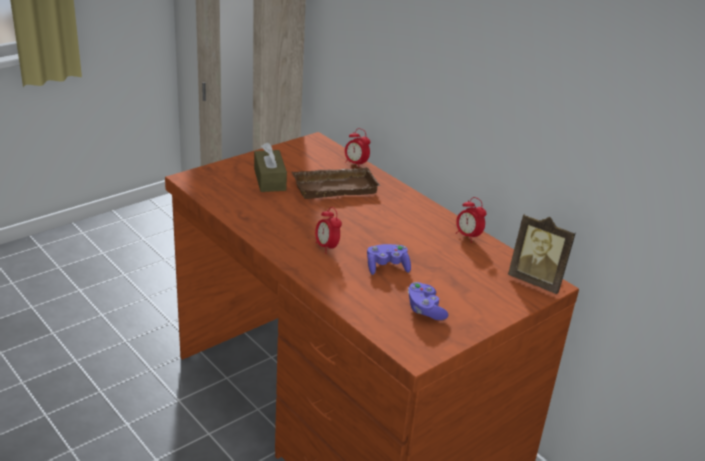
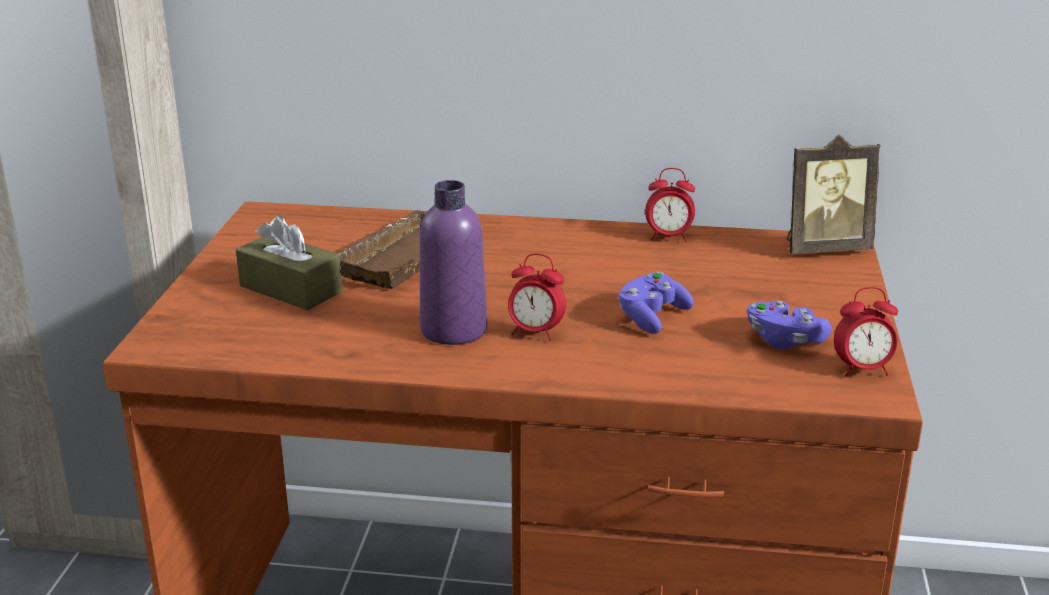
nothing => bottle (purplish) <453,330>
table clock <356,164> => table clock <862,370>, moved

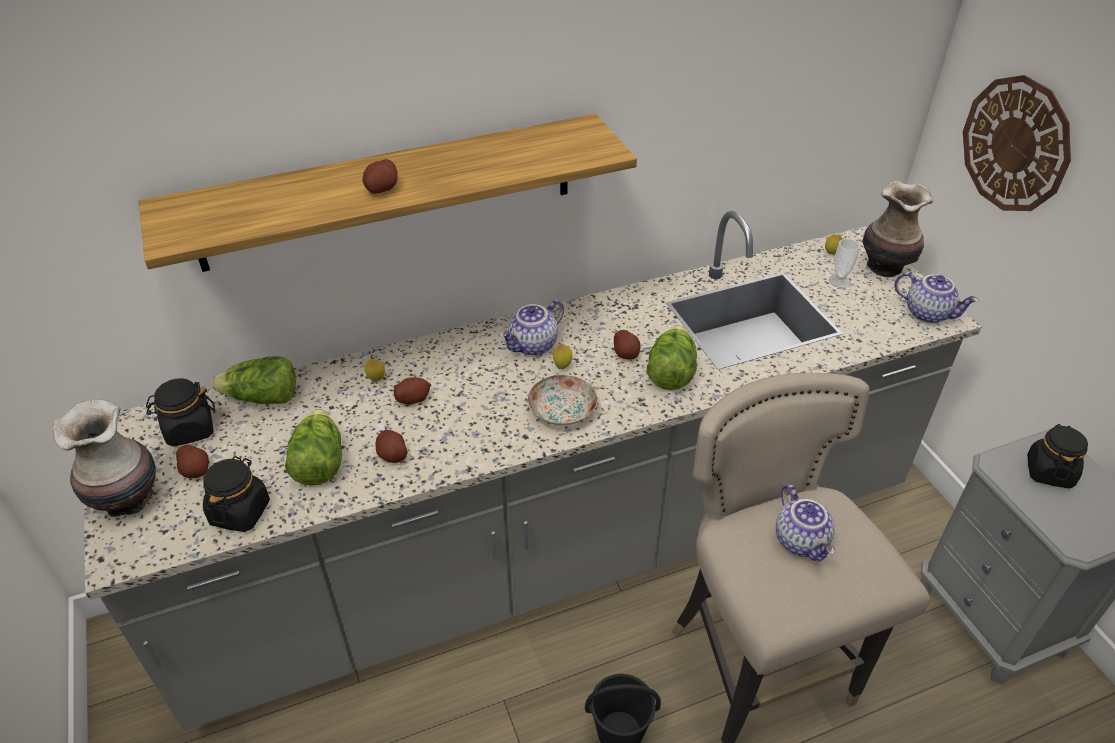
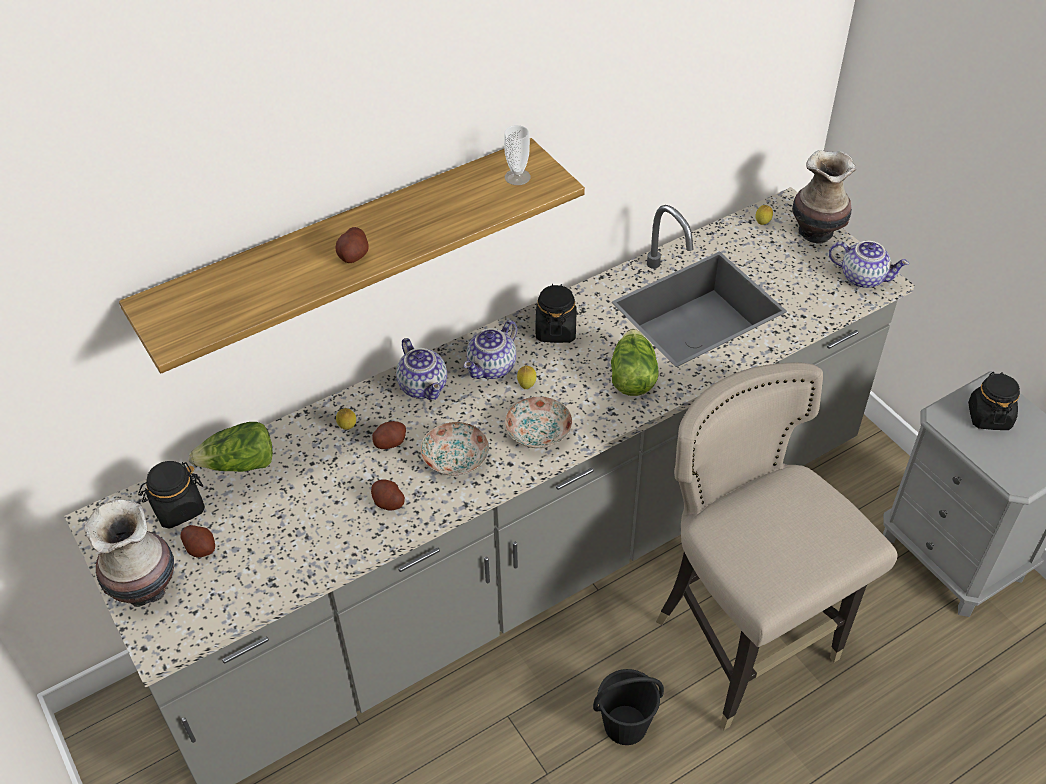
teapot <802,541> => teapot <424,386>, moved
nothing => dinner plate <456,458>
cup <839,281> => cup <517,177>, moved
jar (blackish) <240,512> => jar (blackish) <555,330>, moved
head of lettuce <318,462> => nothing
potato <626,353> => nothing
hanging clock <1015,144> => nothing

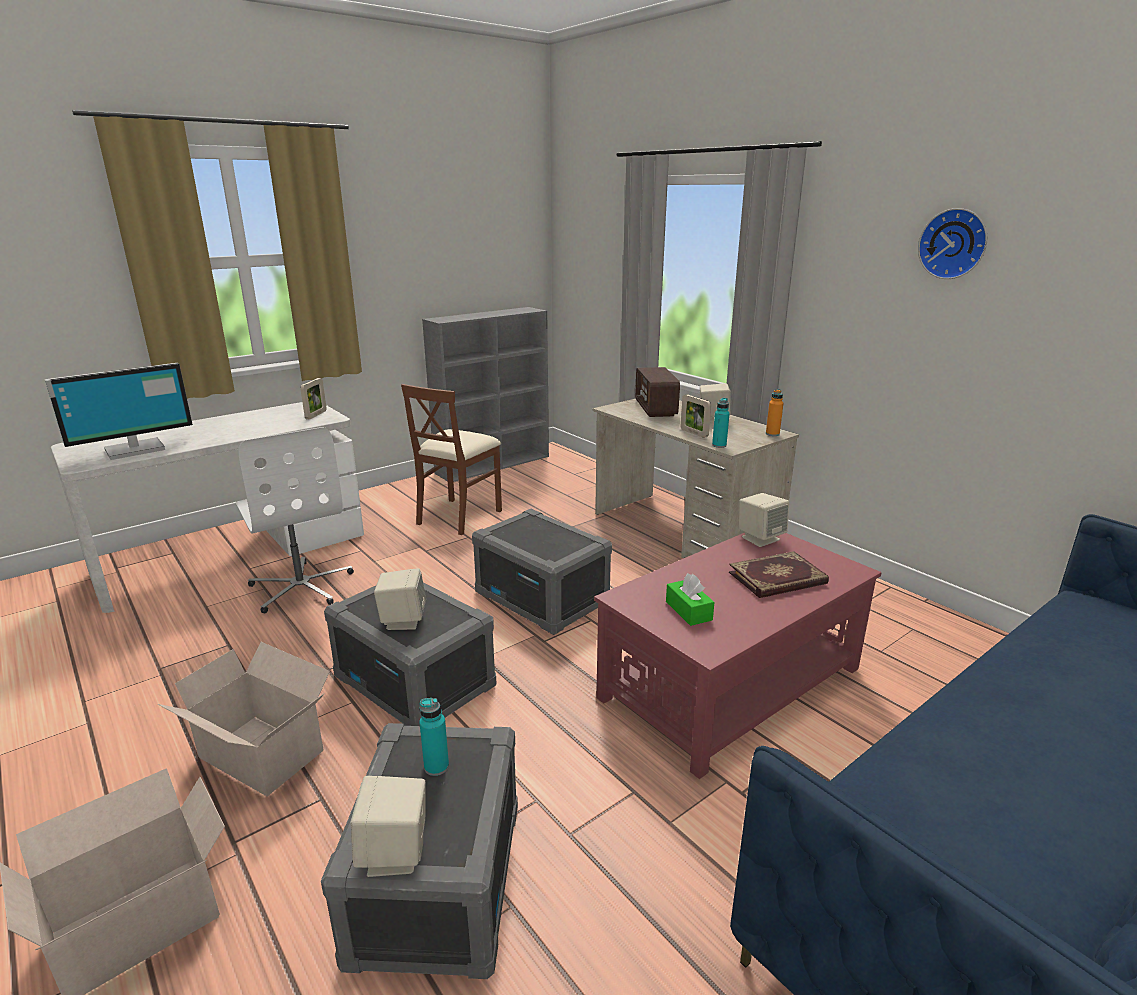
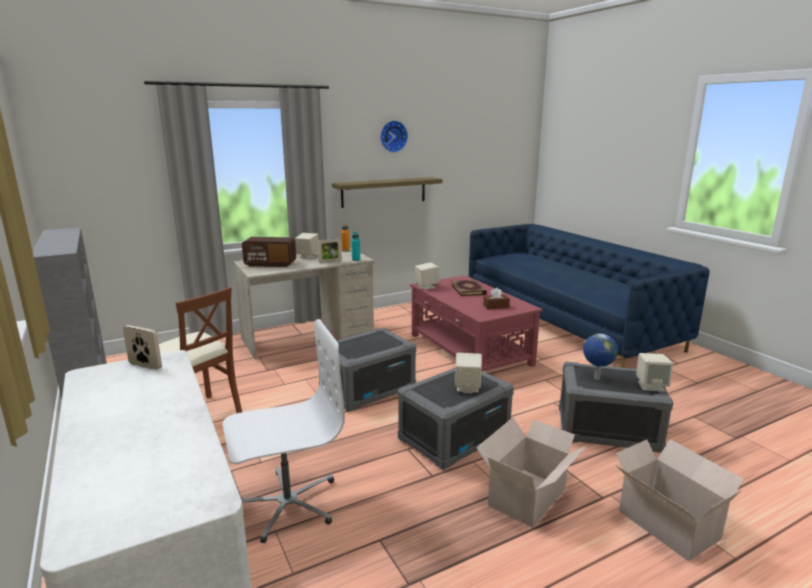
nothing => bracket shelf <384,192>
box of tissues (green) <688,611> => box of tissues (brown-coloured) <496,306>
bottle (blue-green) <436,767> => desk globe <596,378>
computer screen <134,449> => nothing

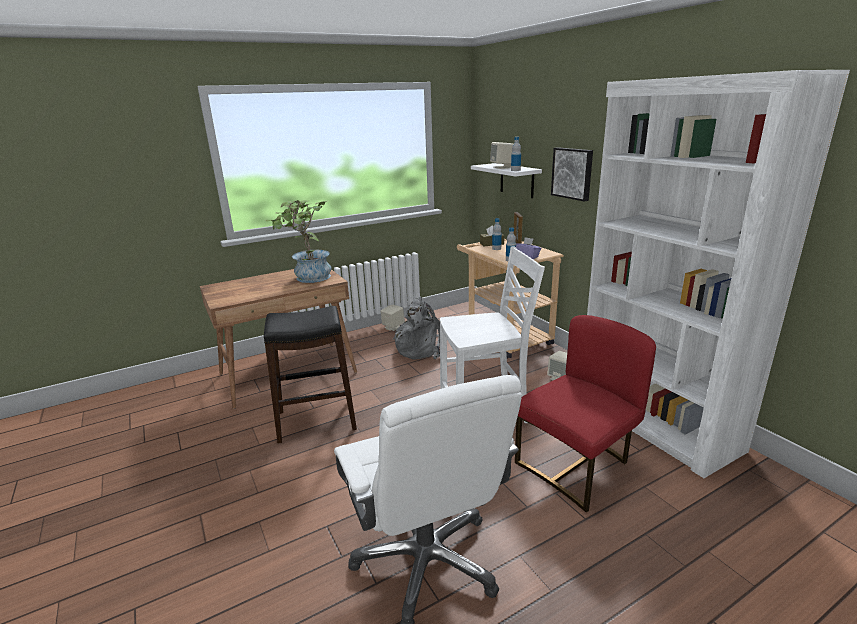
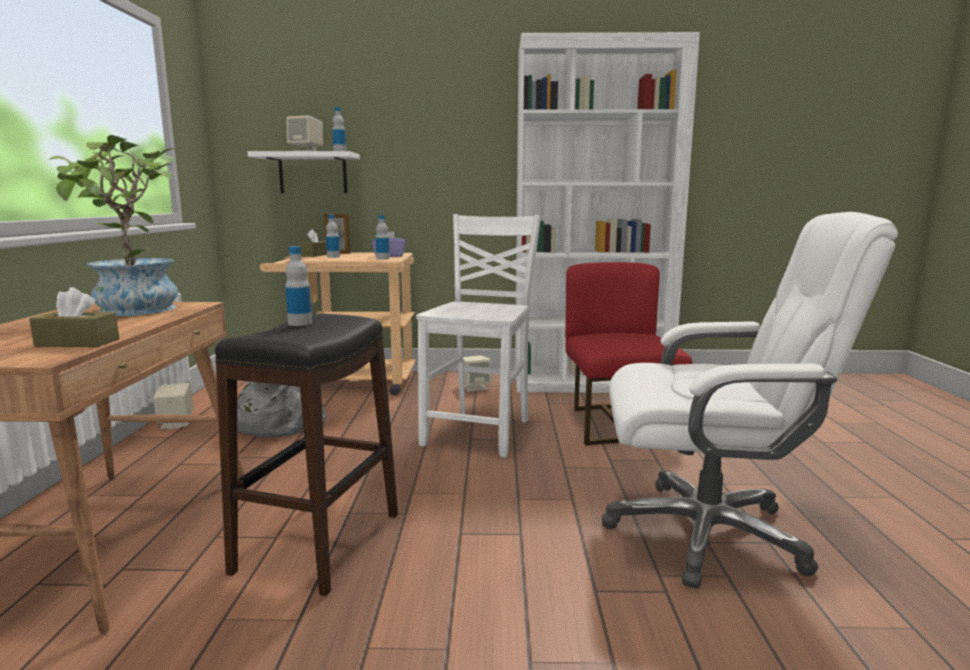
nothing => box of tissues (brown-coloured) <77,342>
nothing => bottle <300,323>
wall picture <573,173> => nothing

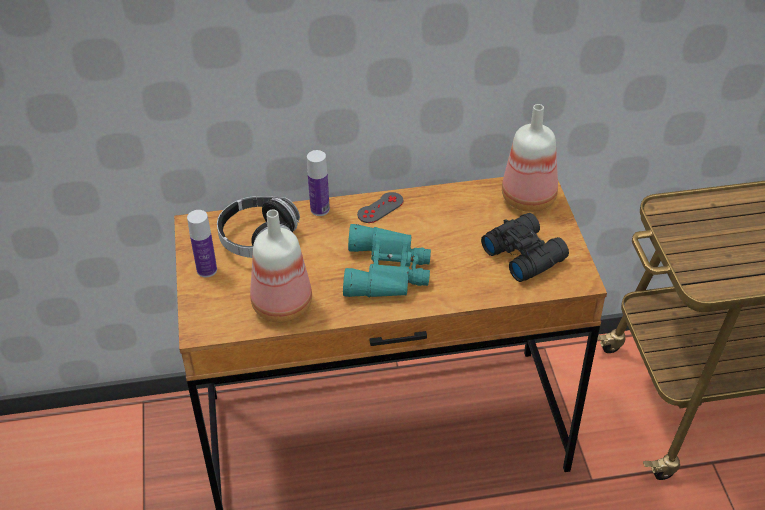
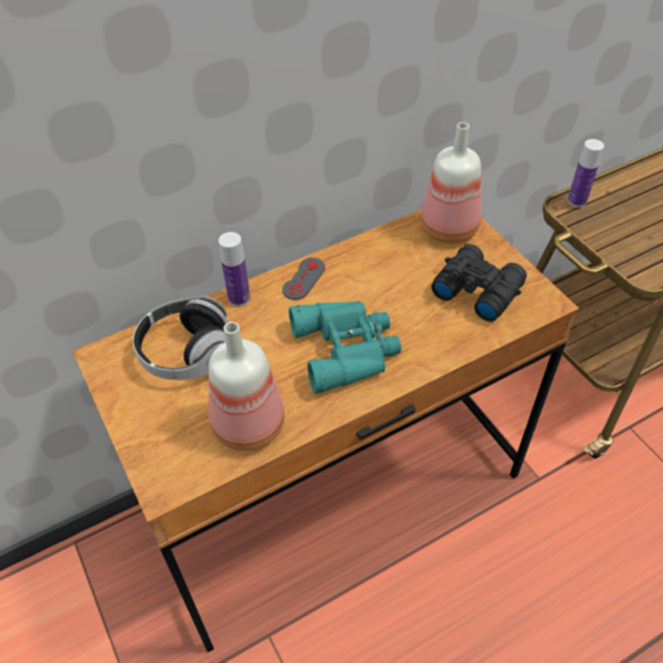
bottle <207,270> => bottle <577,201>, moved

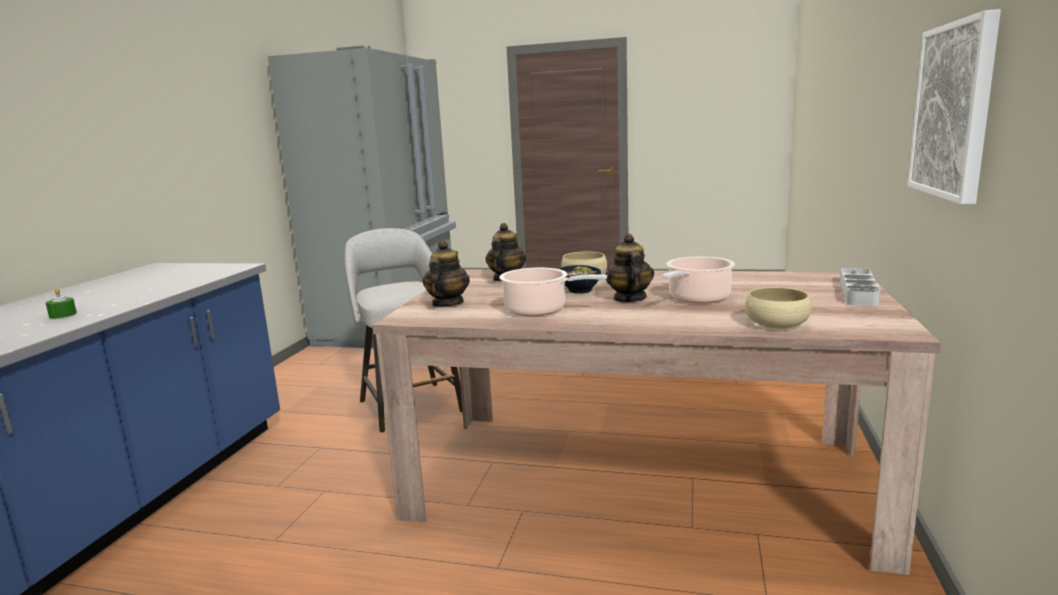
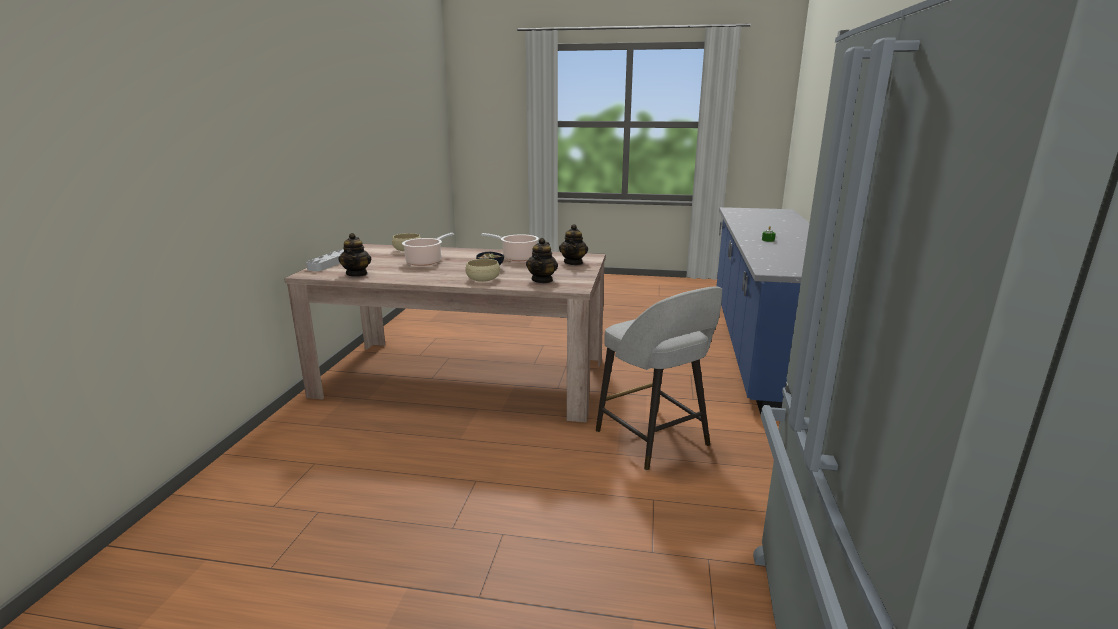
teapot <629,299> => teapot <357,274>, moved
wall picture <953,110> => nothing

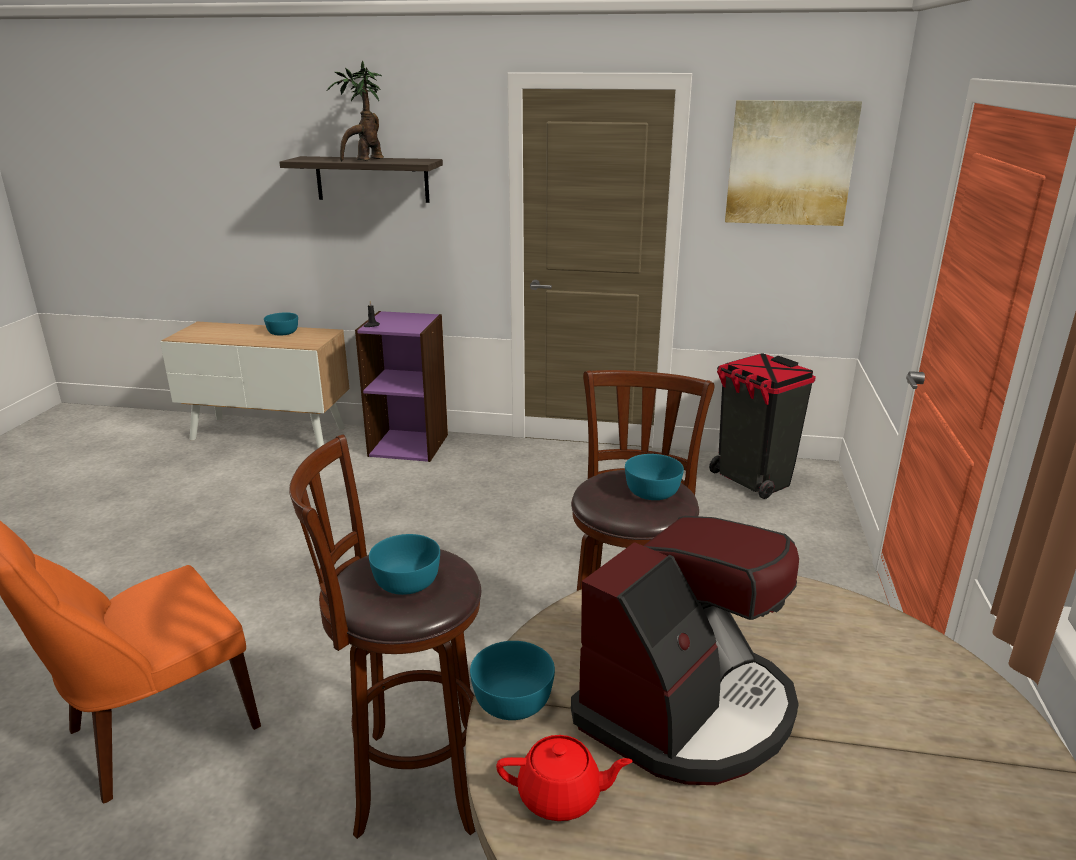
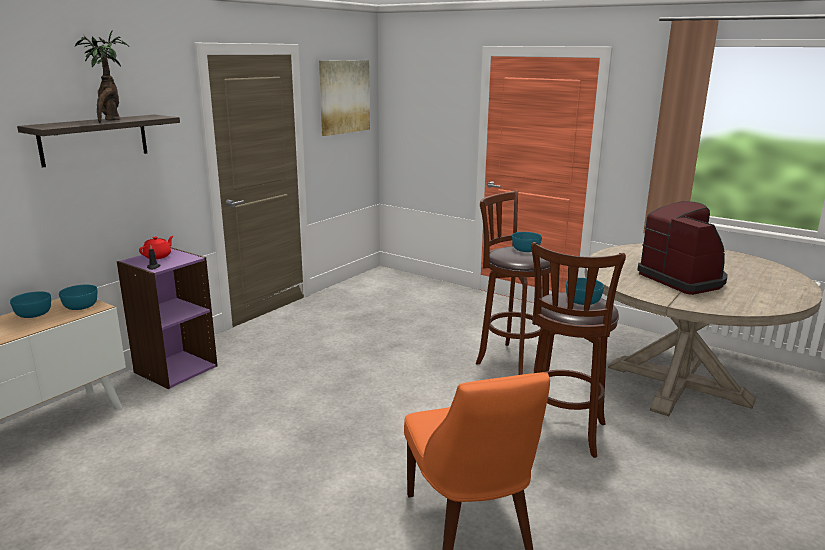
deep dish (blue-green) <513,701> => deep dish (blue-green) <81,306>, moved
teapot (red) <561,796> => teapot (red) <158,256>, moved
waste bin (blackish) <752,480> => nothing

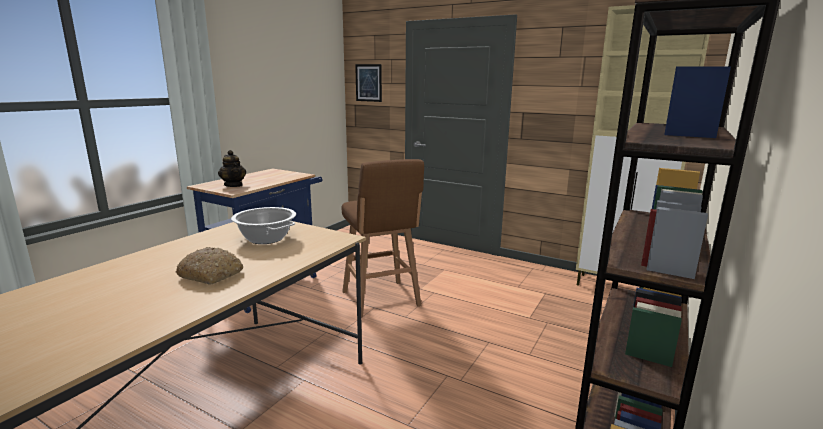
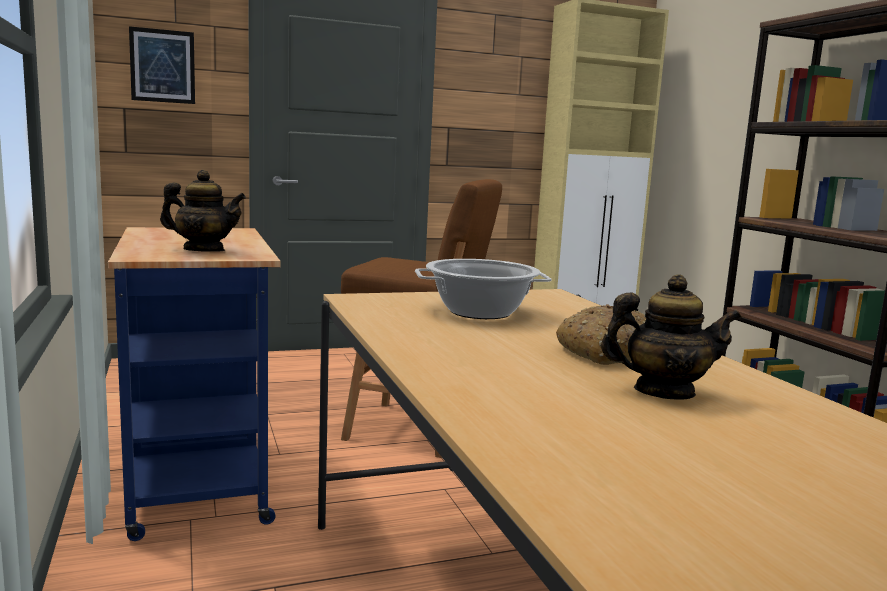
nothing => teapot <663,392>

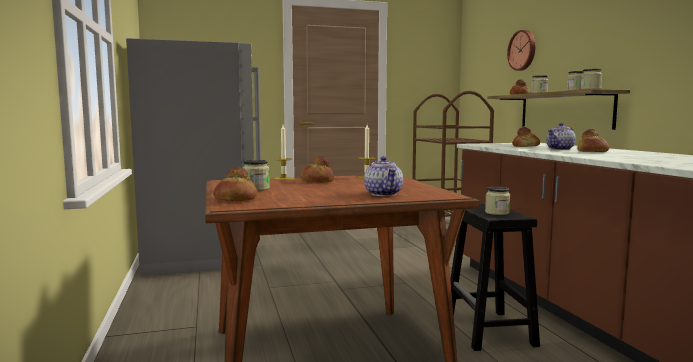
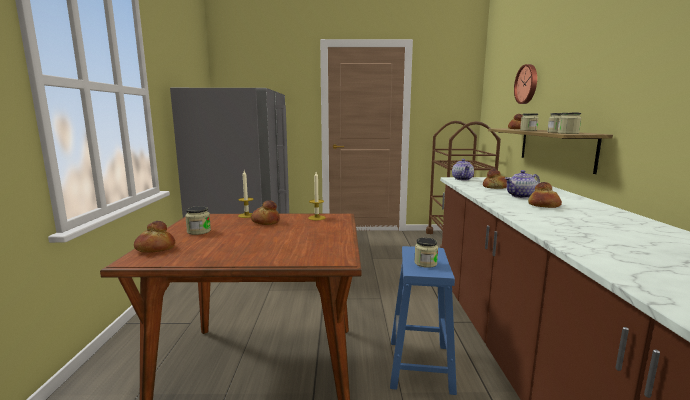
stool (blackish) <490,330> => stool (bluish) <420,366>
teapot <384,194> => teapot <462,179>, moved

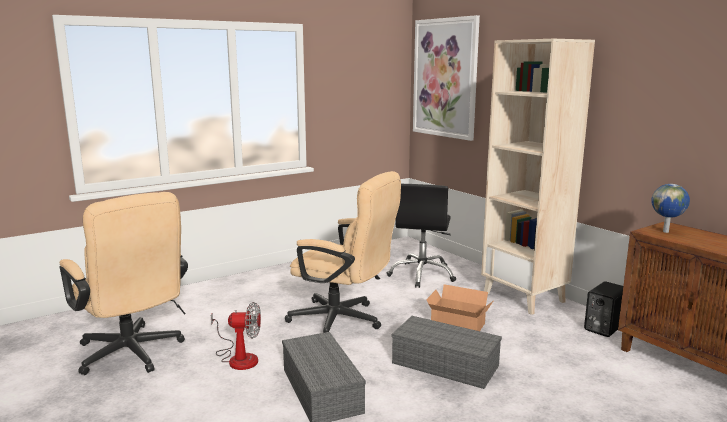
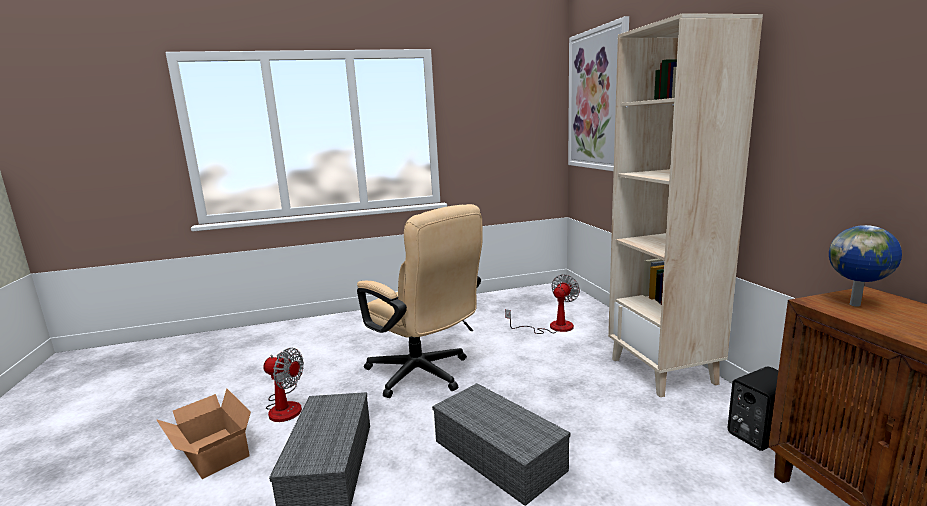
carton <458,326> => carton <212,454>, moved
desk chair (blackish) <422,274> => electric fan <552,327>
desk chair (beige-coloured) <133,355> => nothing

